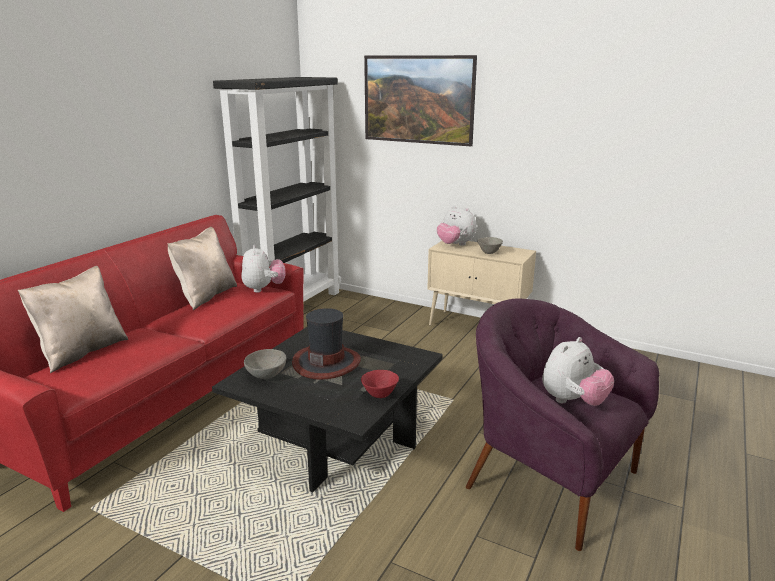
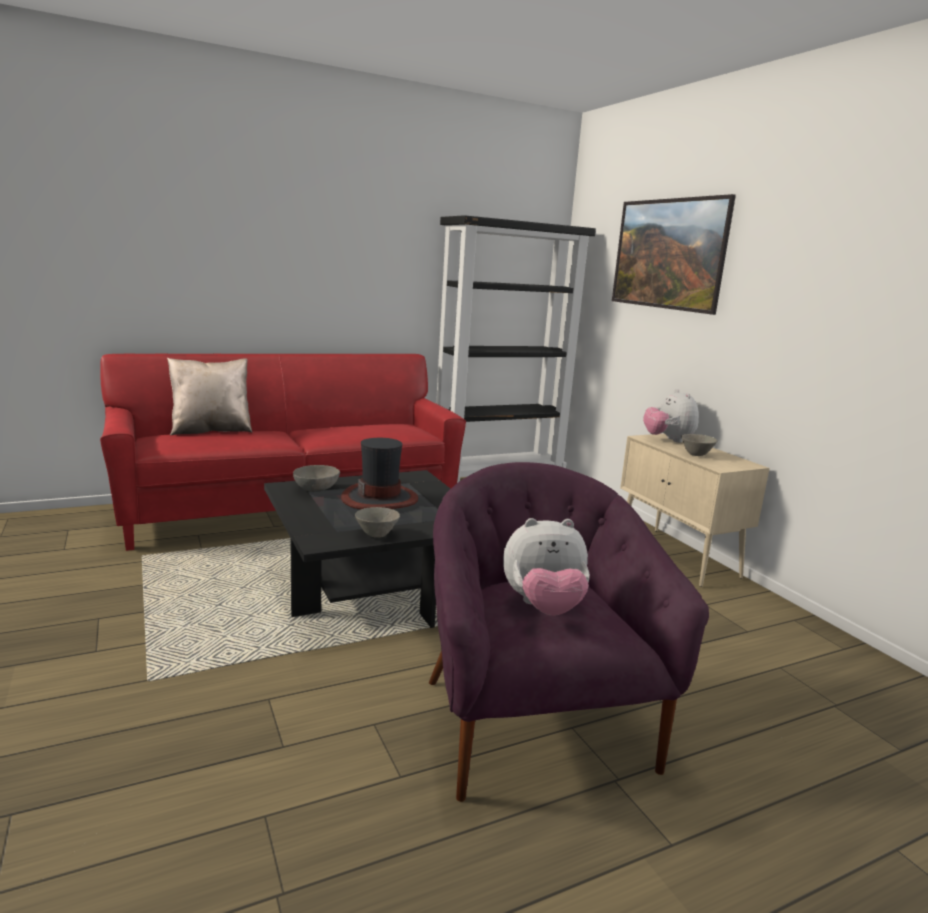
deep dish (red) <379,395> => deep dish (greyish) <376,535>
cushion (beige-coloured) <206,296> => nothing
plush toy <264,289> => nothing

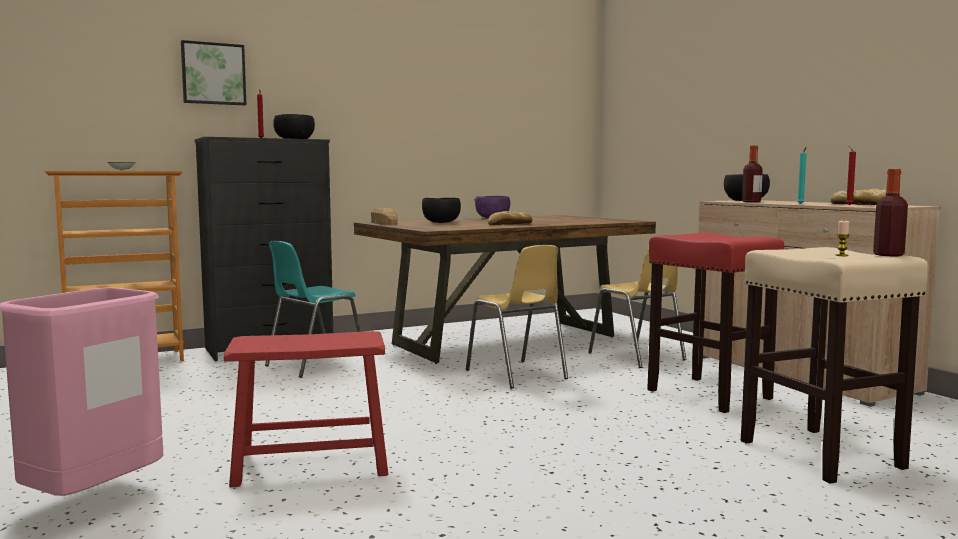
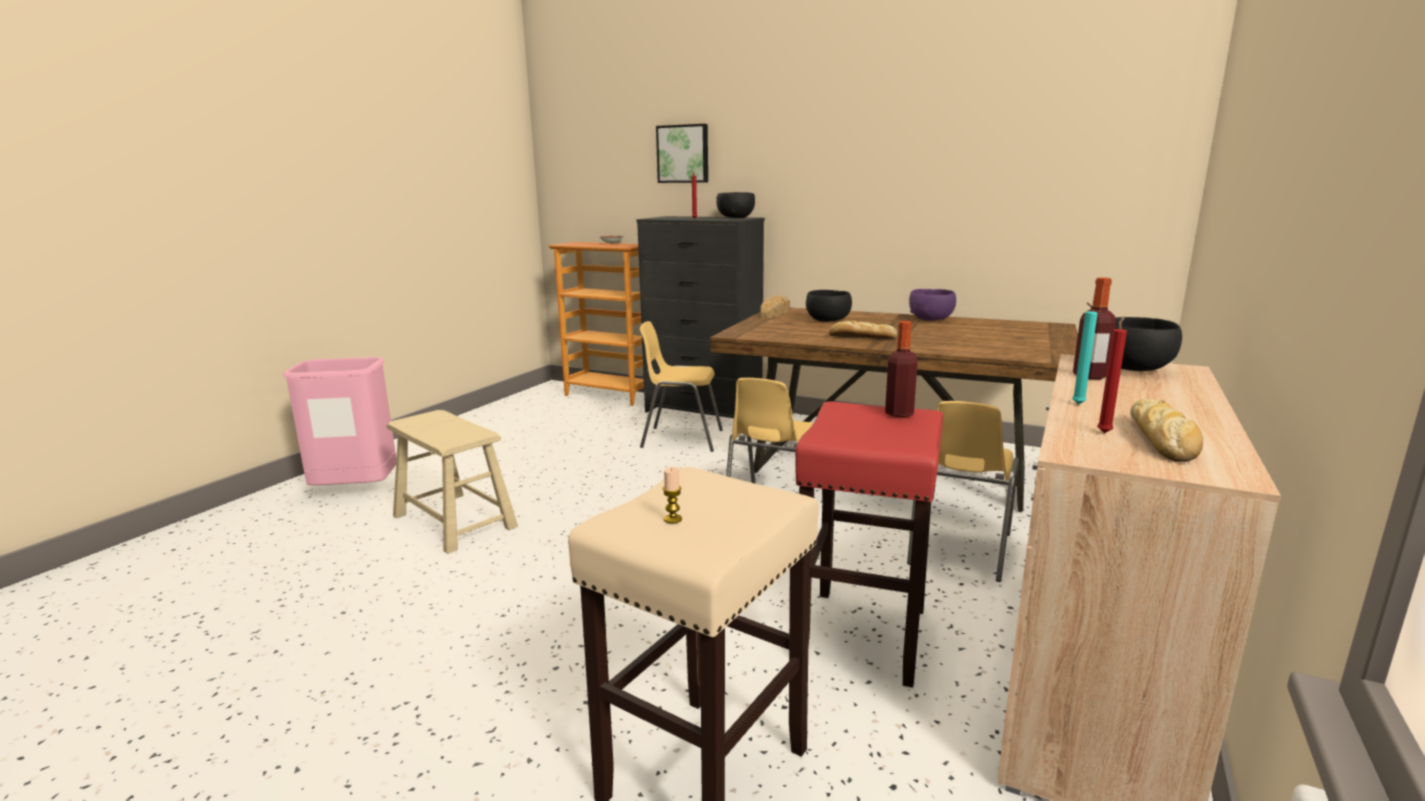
stool (red) <311,463> => stool (beige-coloured) <454,521>
upright chair (blue-green) <314,365> => upright chair (yellowish) <681,439>
bottle <888,255> => bottle <899,413>, moved

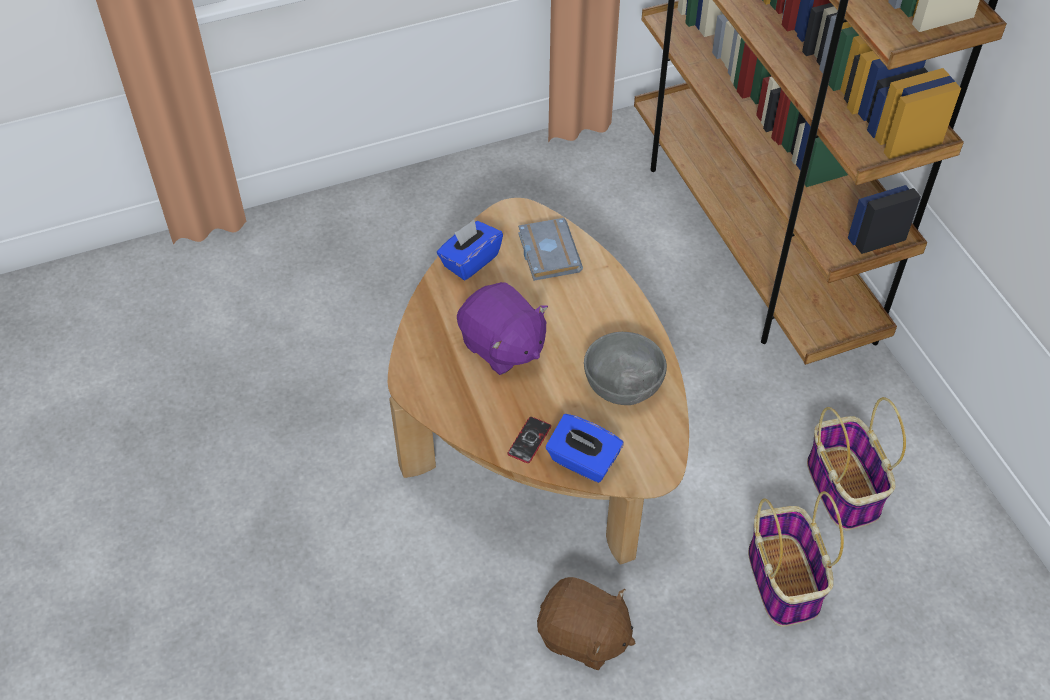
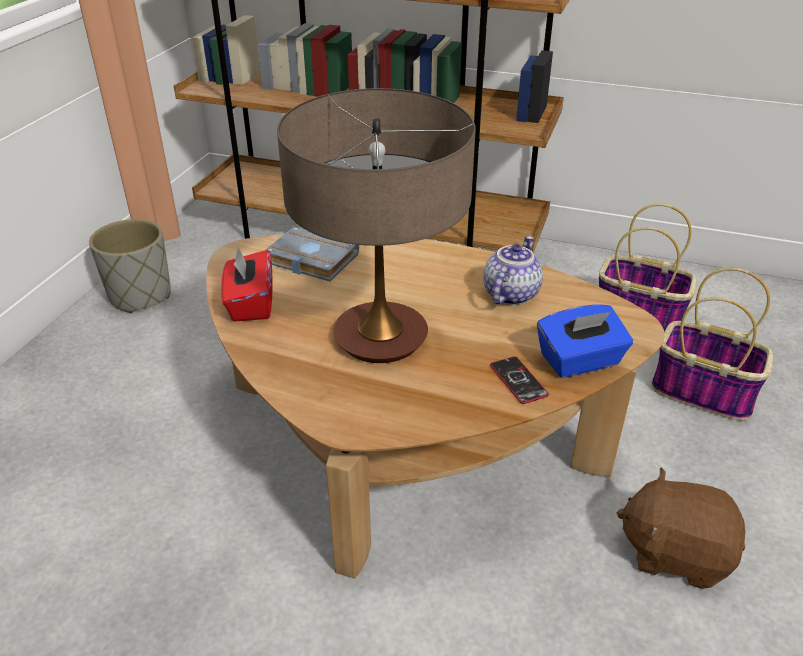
nothing => plant pot (greyish) <141,295>
box of tissues (bluish) <470,261> => box of tissues (red) <250,304>
plush toy (purplish) <502,346> => table lamp <380,338>
deep dish (greyish) <623,382> => teapot <509,294>
plush toy (brown-coloured) <583,637> => plush toy (brown-coloured) <675,552>, 135 degrees counterclockwise

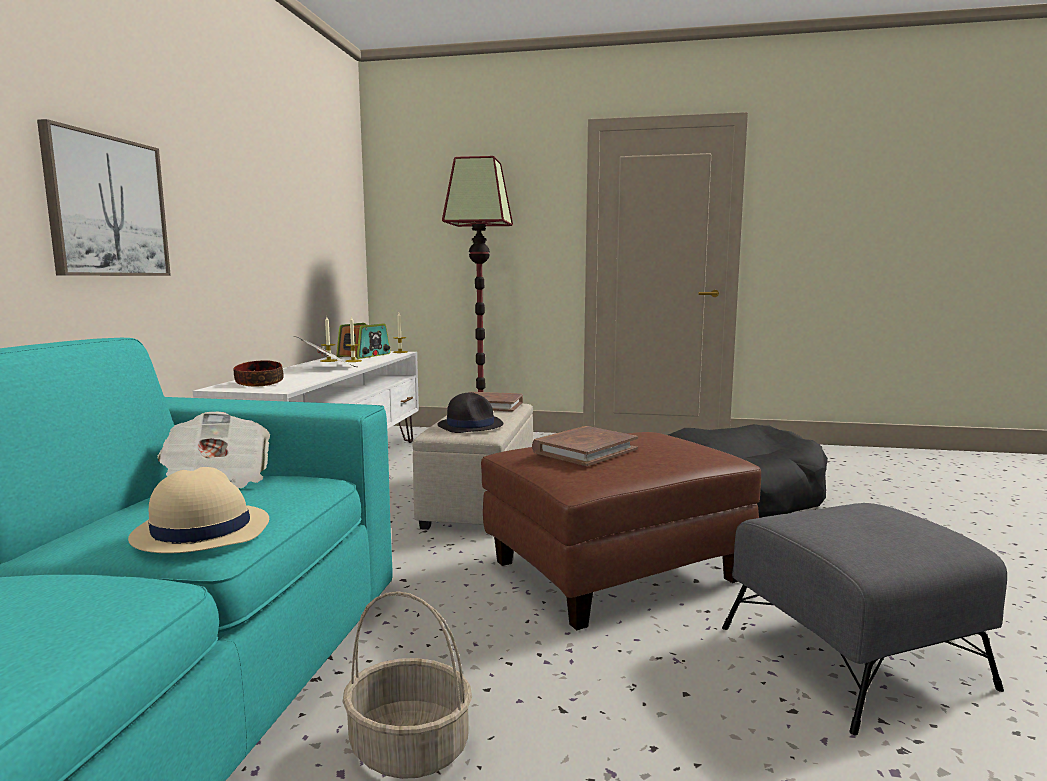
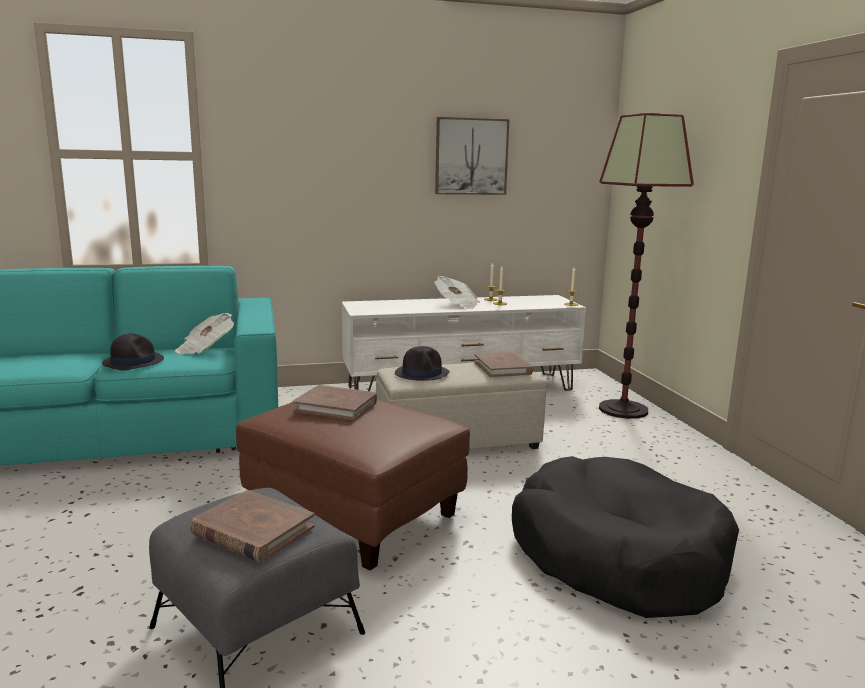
wearable hat (beige-coloured) <200,530> => wearable hat (blackish) <133,361>
nothing => bound book (brown-coloured) <252,530>
wall picture <107,206> => wall picture <471,156>, moved
deep dish <259,384> => nothing
radio receiver <364,355> => nothing
storage basket <407,749> => nothing

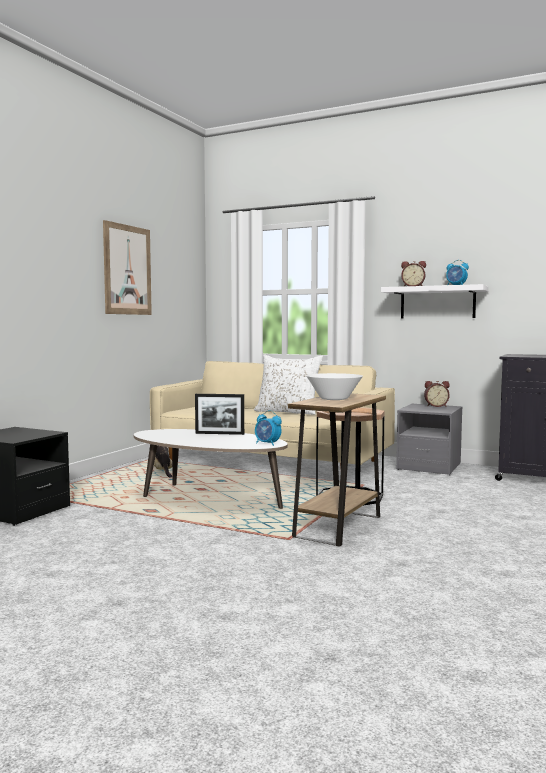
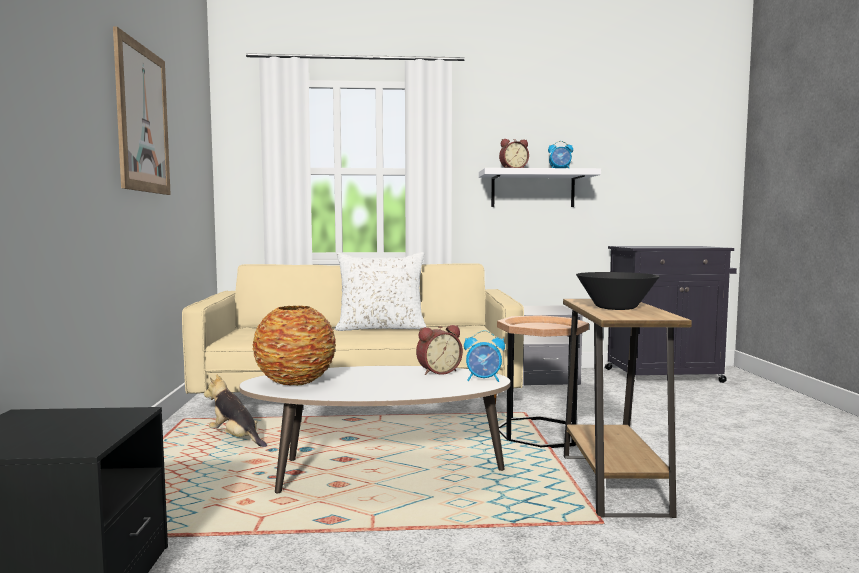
nothing => flower vase <295,381>
table clock <436,406> => table clock <438,371>, moved
deep dish (whitish) <334,399> => deep dish (blackish) <616,308>
picture frame <219,433> => nothing

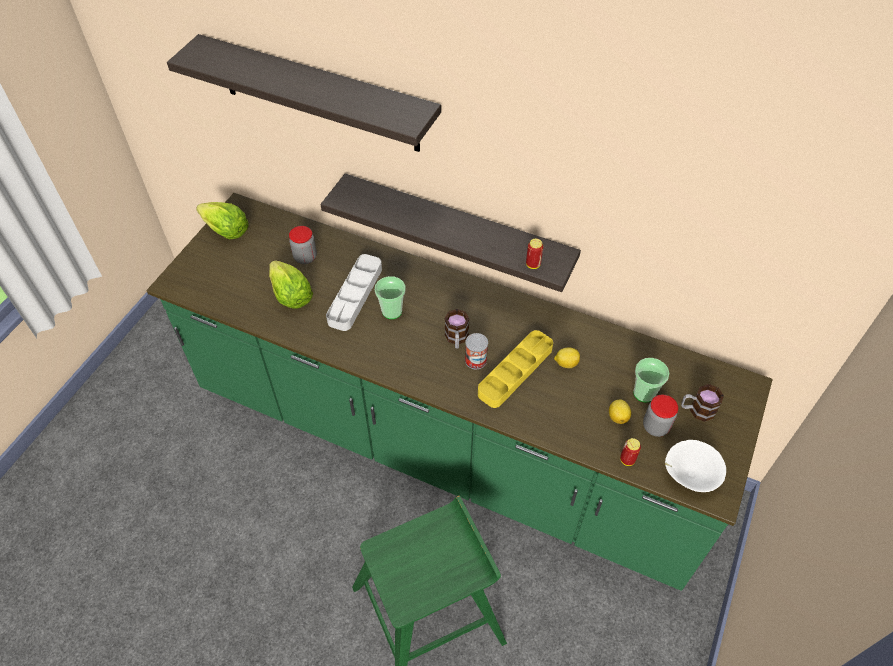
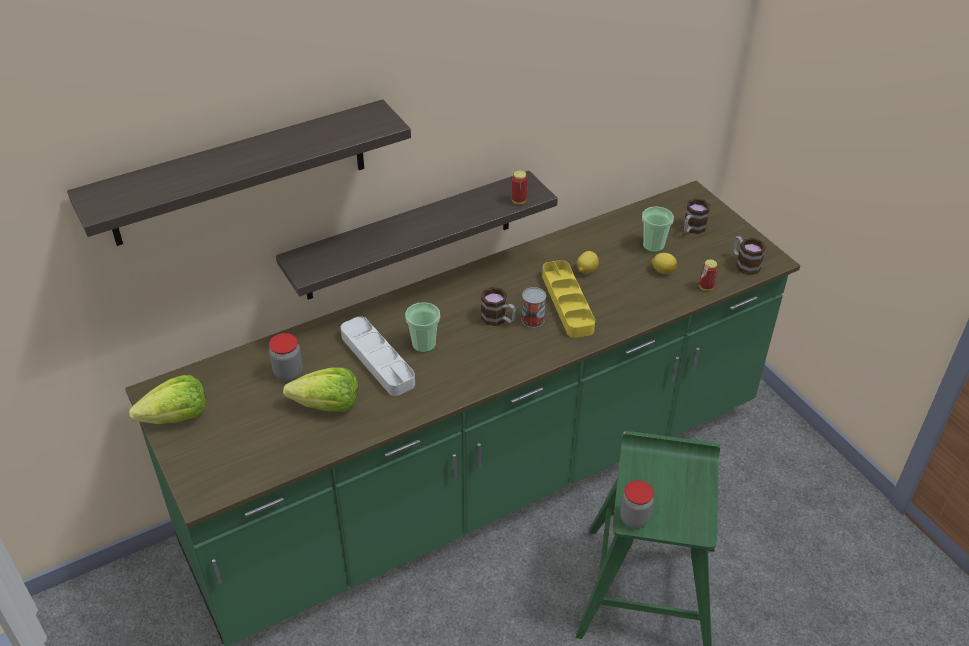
jar <655,426> => jar <634,518>, moved
deep dish (whitish) <689,475> => coffee mug <744,264>

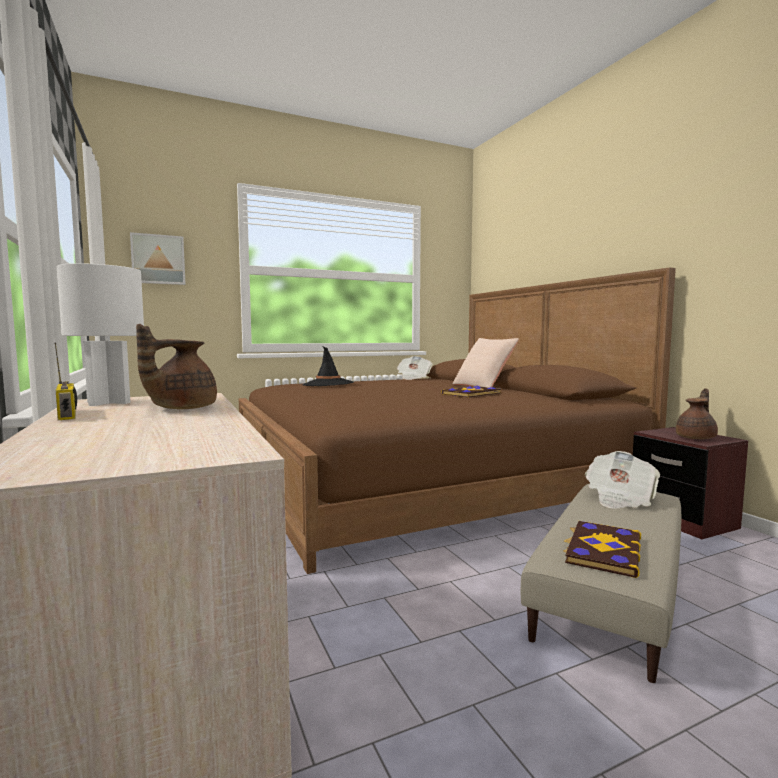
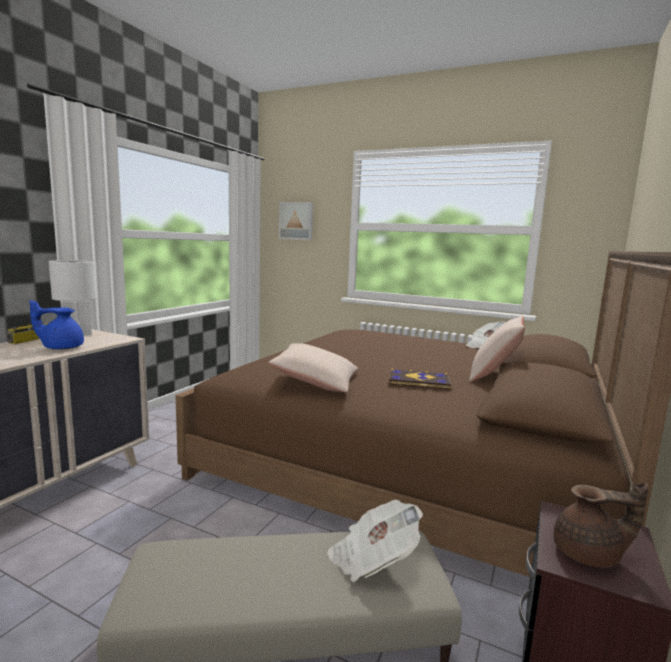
teapot (brown-coloured) <181,408> => teapot (bluish) <61,347>
nothing => cushion (beige-coloured) <316,381>
wearable hat (blackish) <328,384> => nothing
bound book <602,550> => nothing

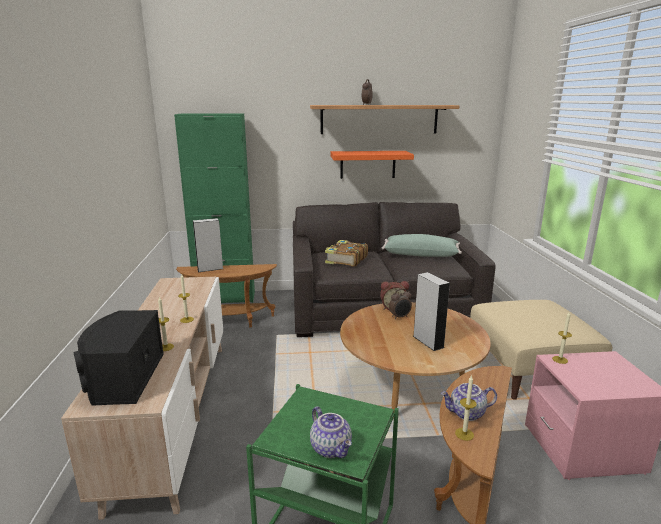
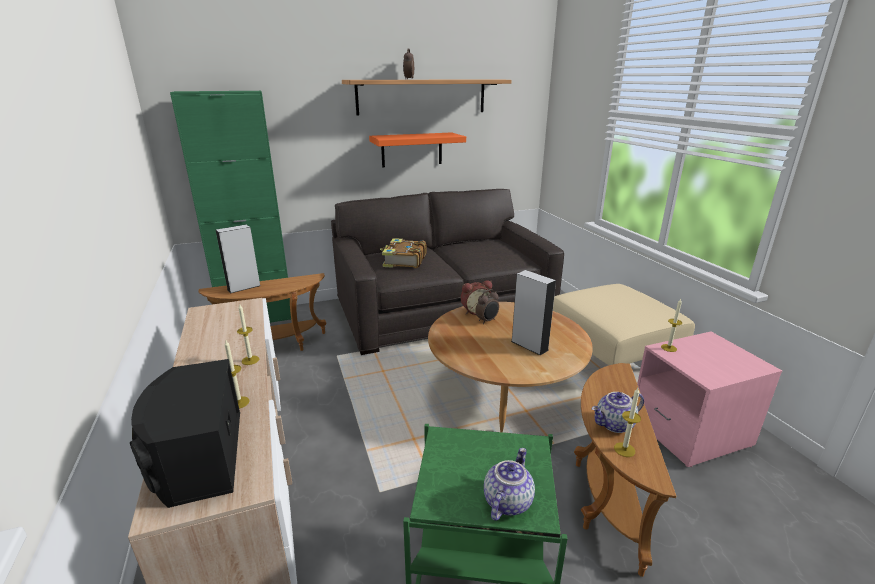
teapot <332,448> => teapot <506,501>, 105 degrees counterclockwise
cushion (green) <421,254> => nothing

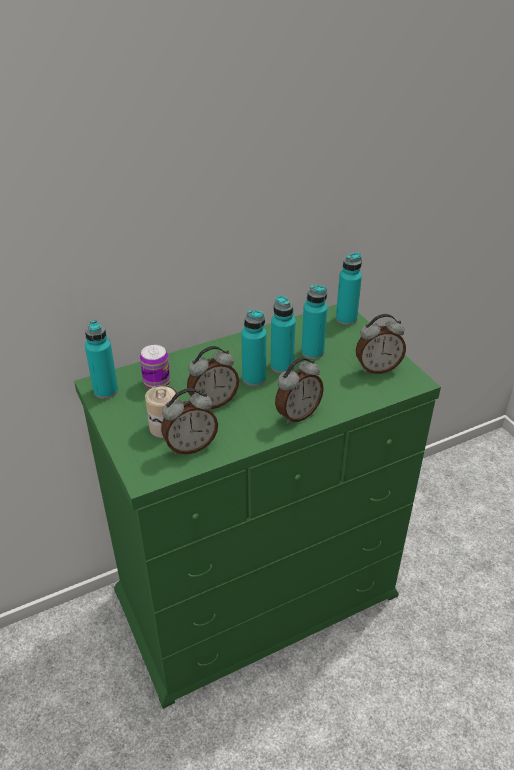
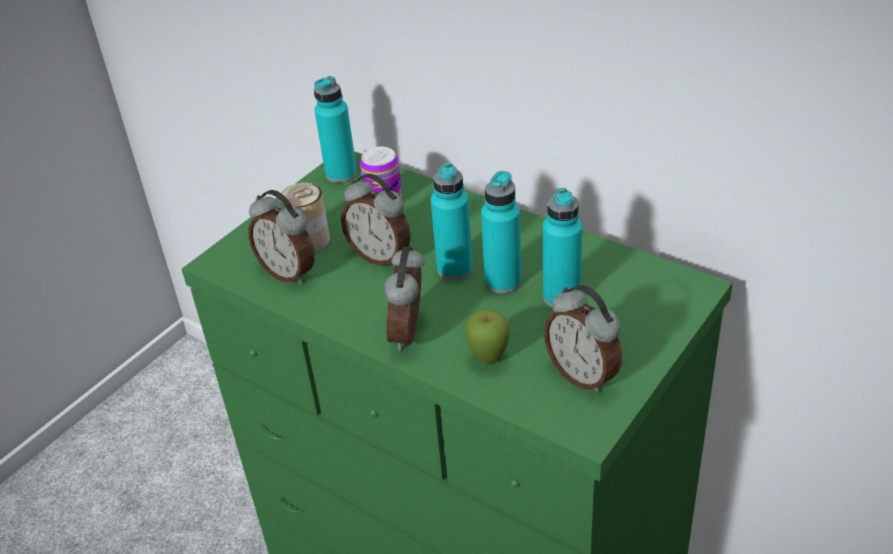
table clock <297,414> => table clock <410,334>, 75 degrees clockwise
nothing => apple <489,358>
bottle (blue-green) <346,319> => nothing

